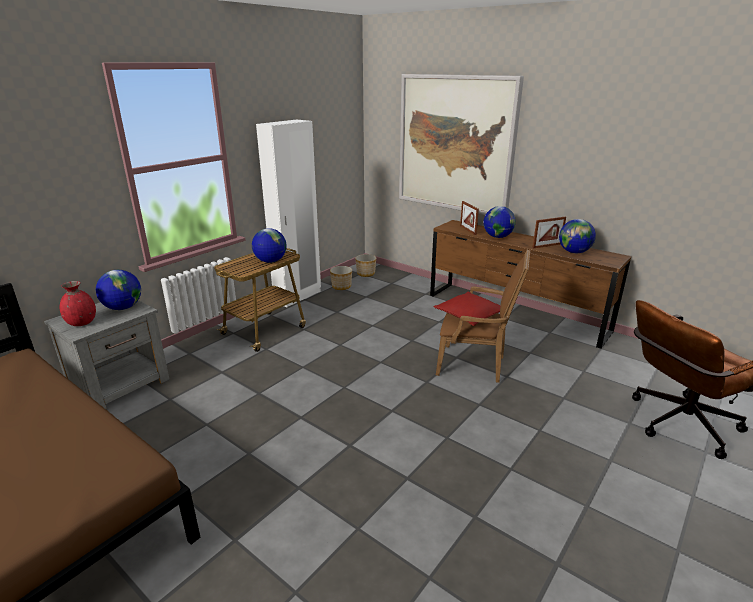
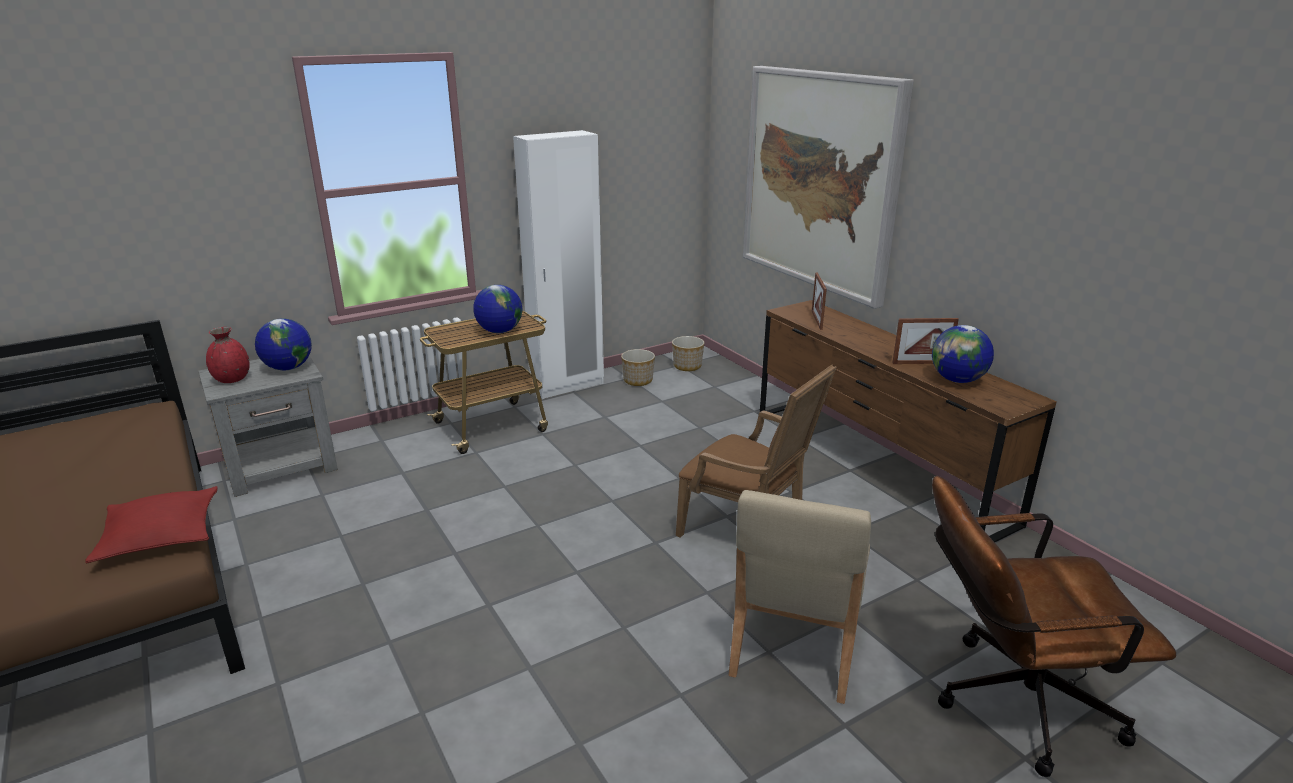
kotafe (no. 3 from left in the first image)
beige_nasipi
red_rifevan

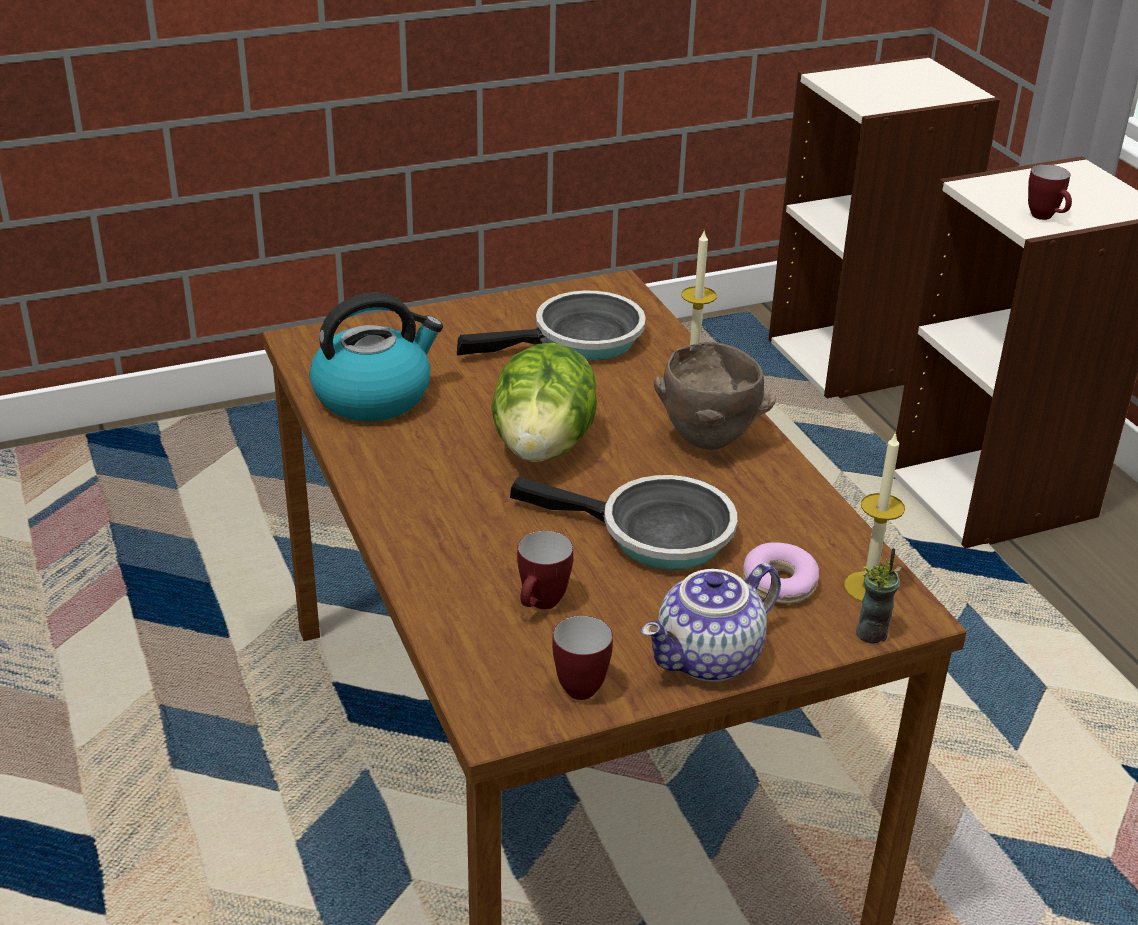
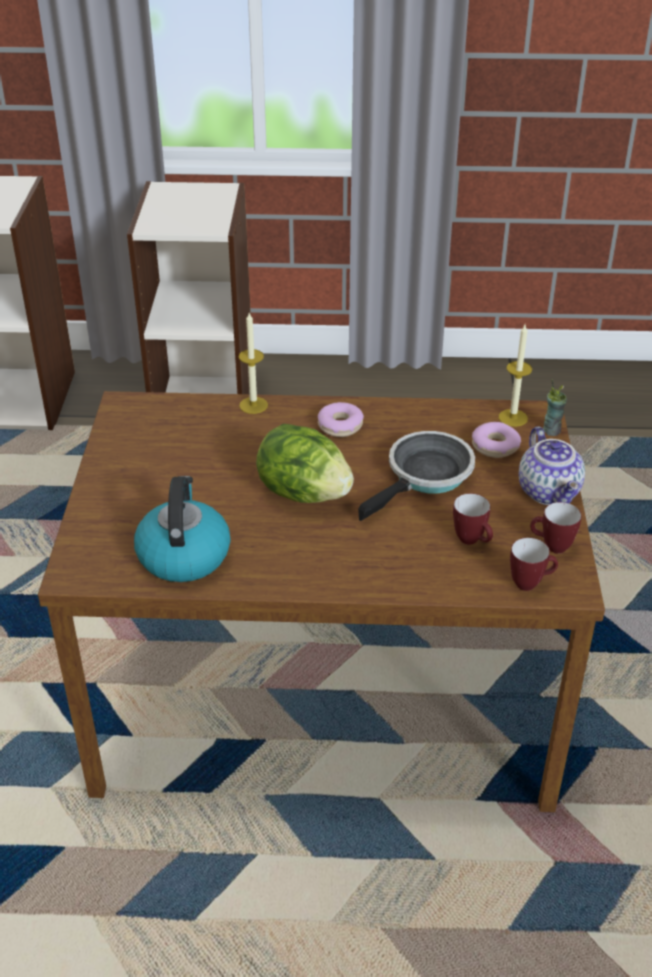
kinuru (no. 1 from left in the first image)
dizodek (no. 2 from left)
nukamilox (no. 1 from left)

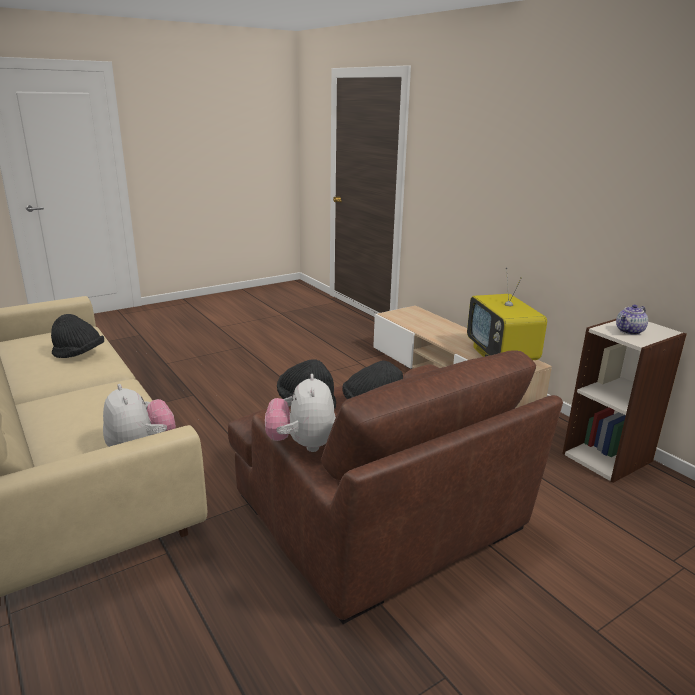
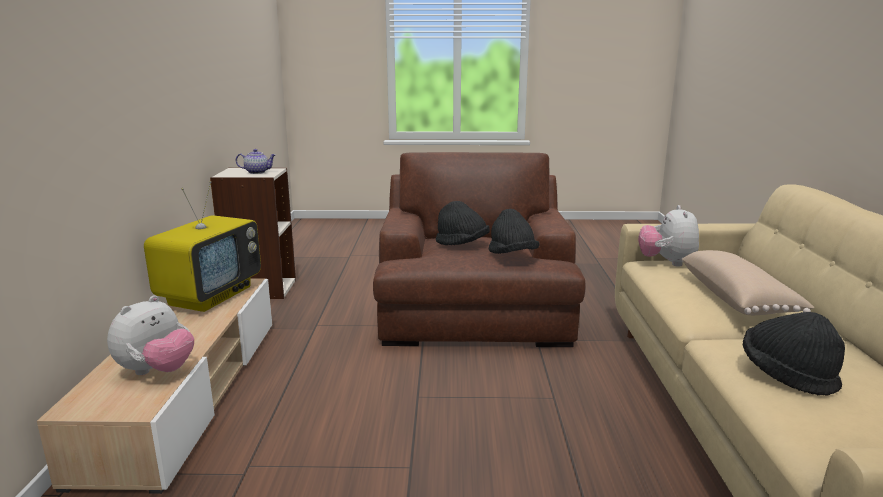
beige_rifevan
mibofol (no. 1 from left)

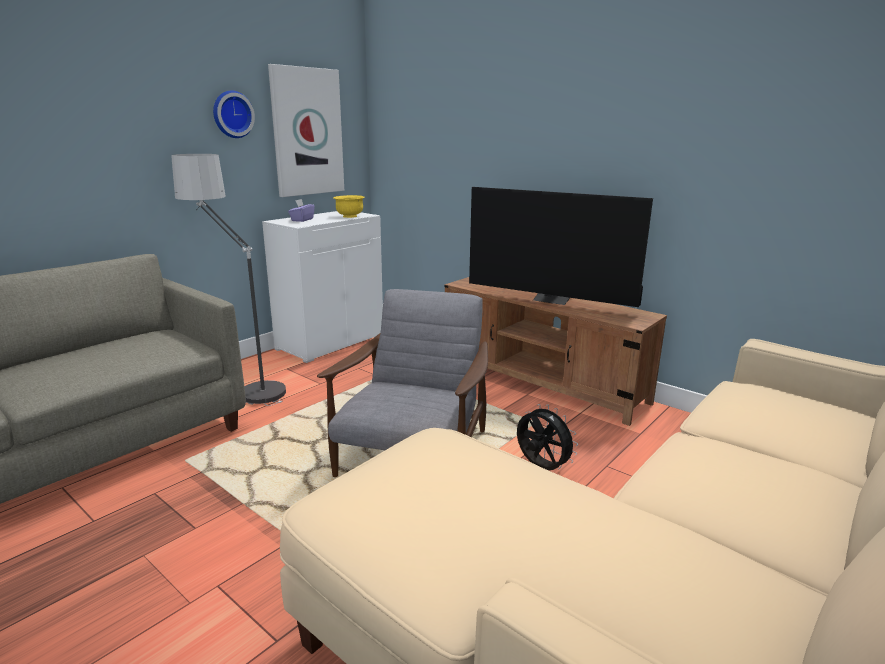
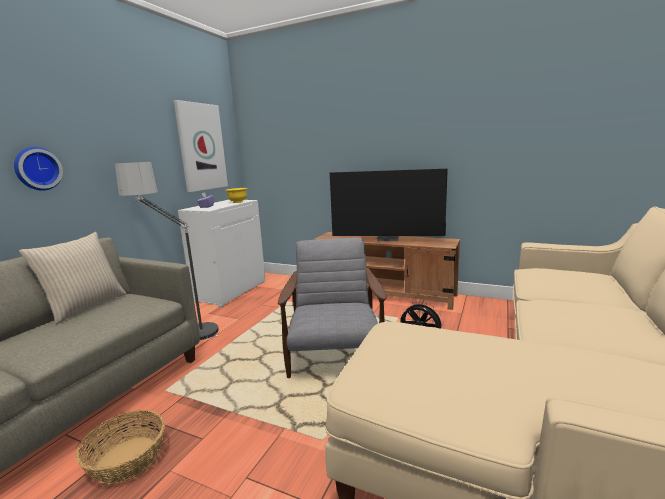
beige_rifevan
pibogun
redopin

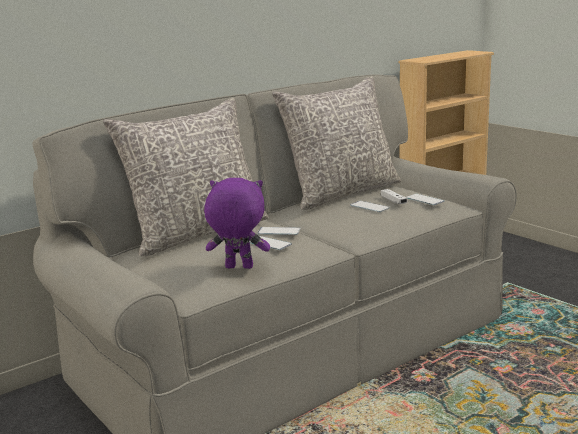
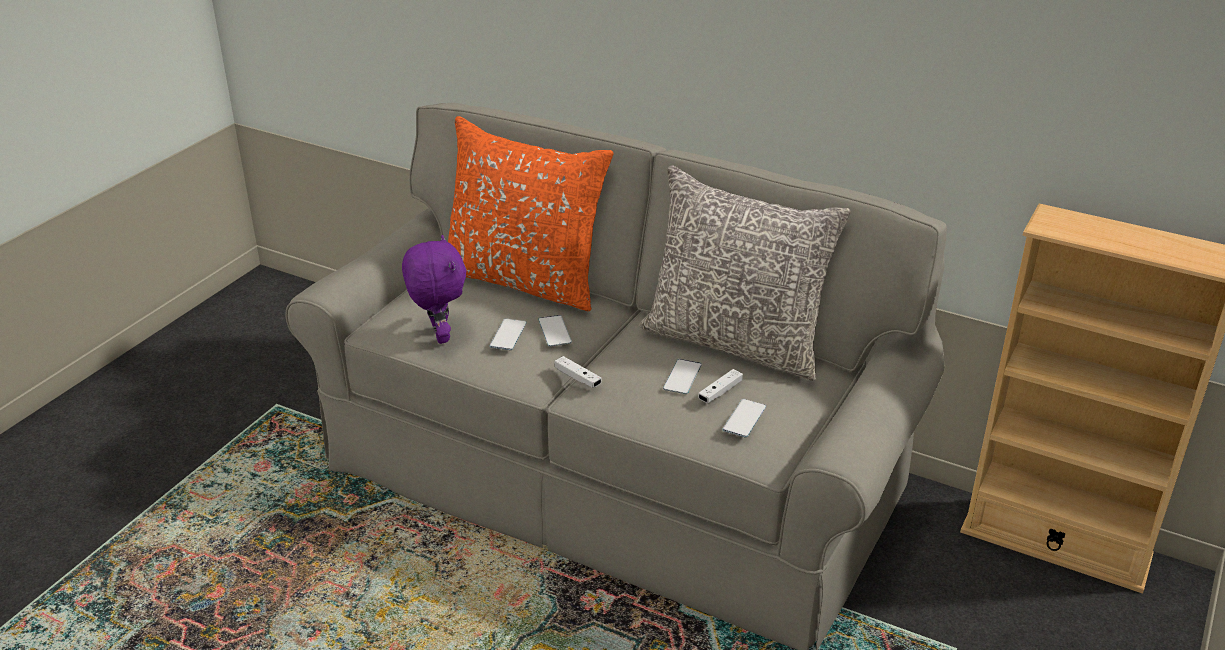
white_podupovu (no. 1 from left)
orange_rifevan

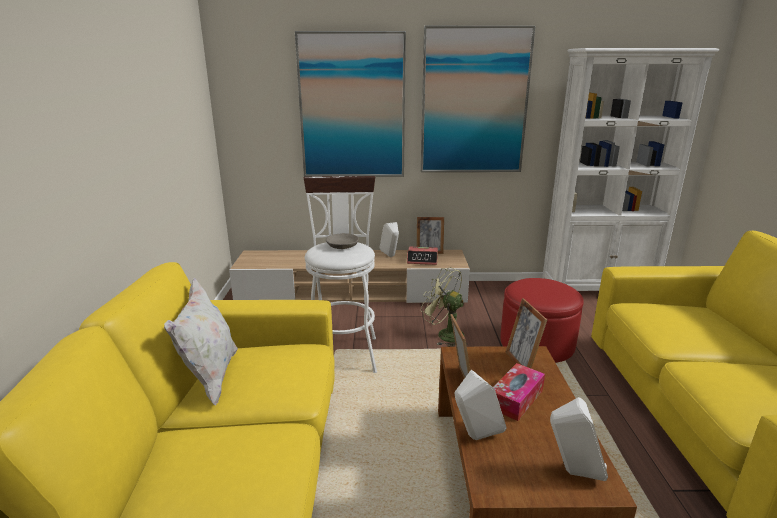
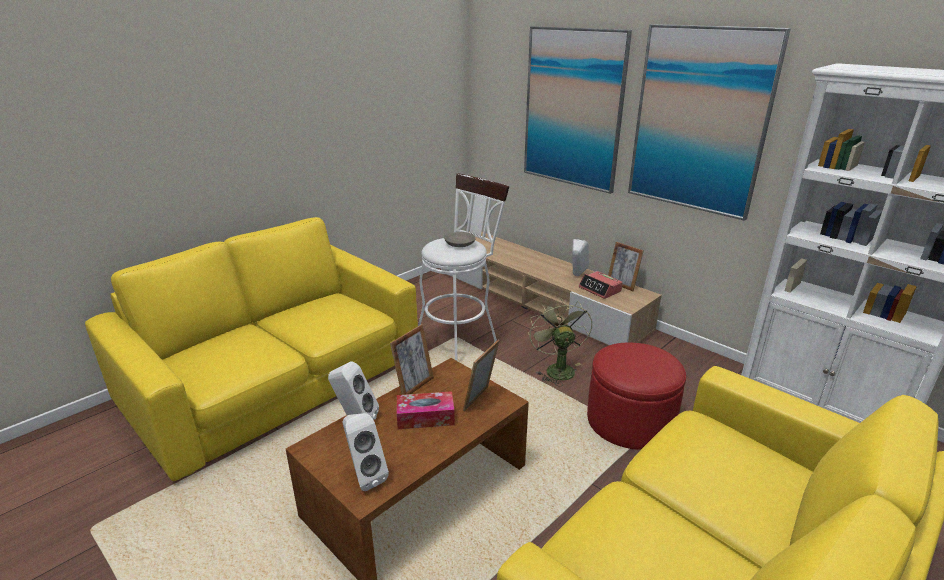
white_rifevan

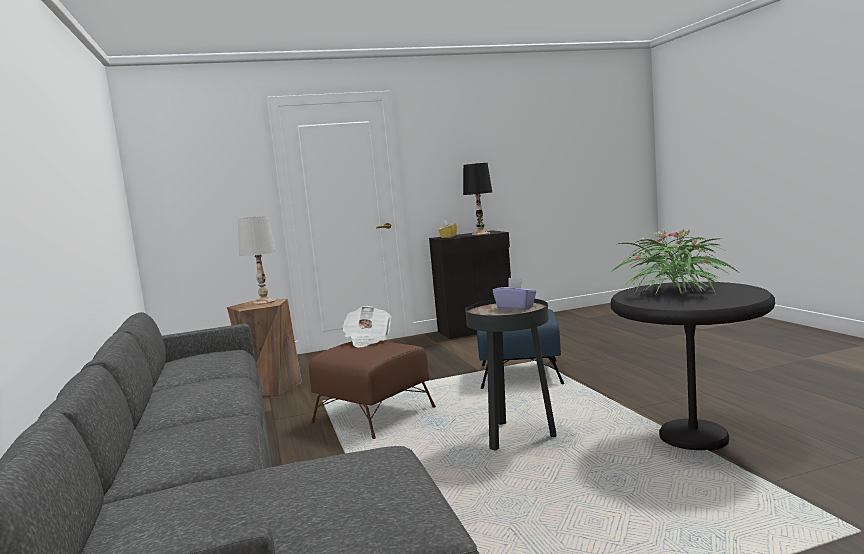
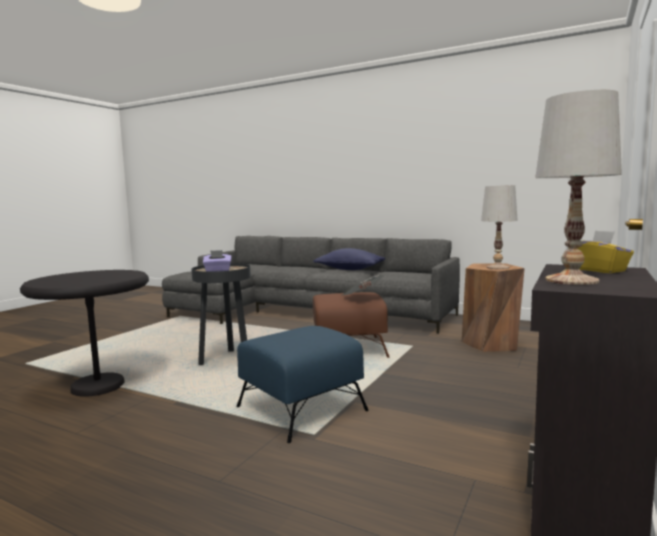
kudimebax
blue_rifevan
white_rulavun (no. 2 from left)

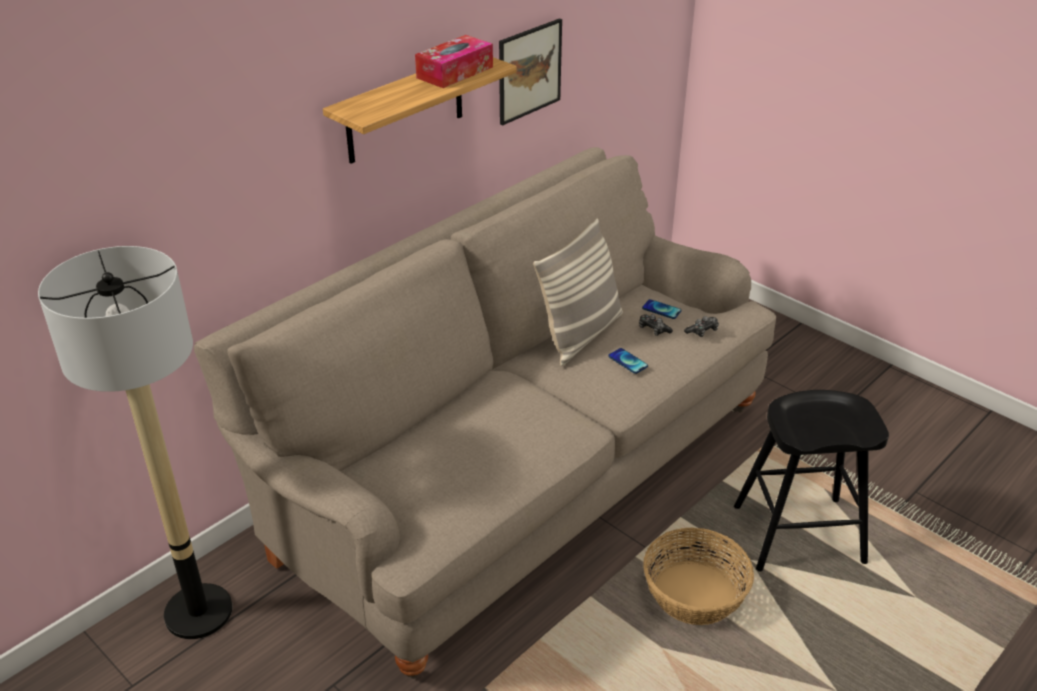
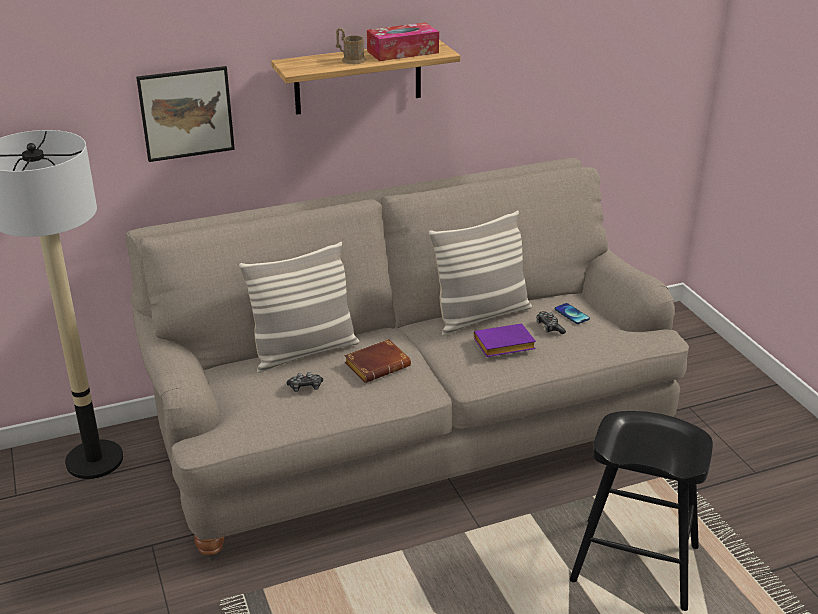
pibogun
rifevan (no. 1 from left)
brown_dizodek
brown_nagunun
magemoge
podupovu (no. 1 from left)
purple_nagunun

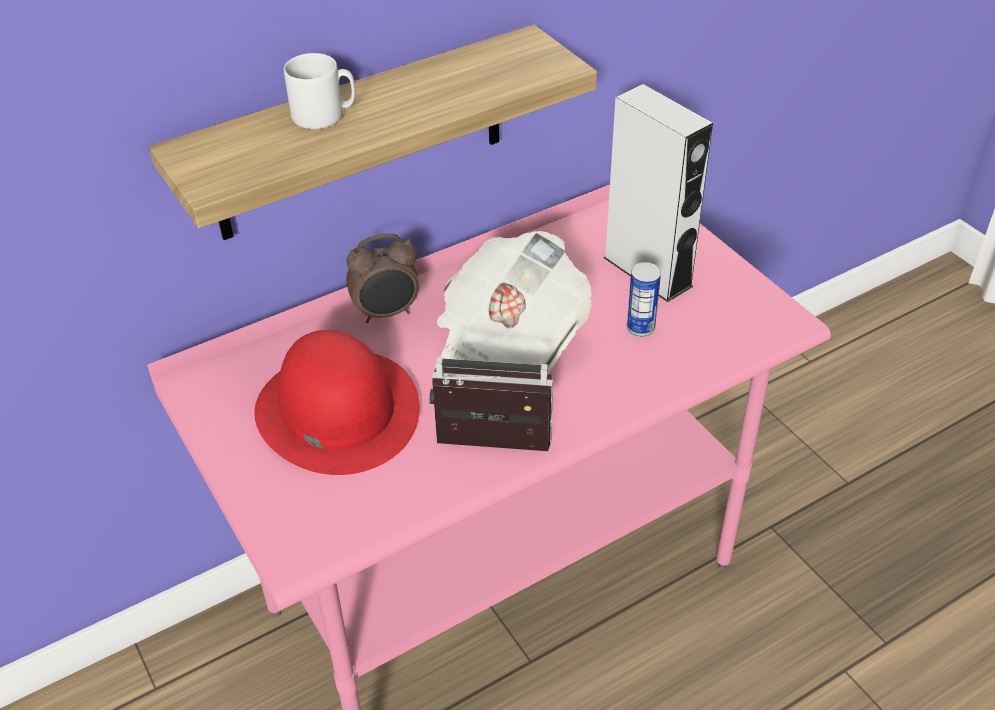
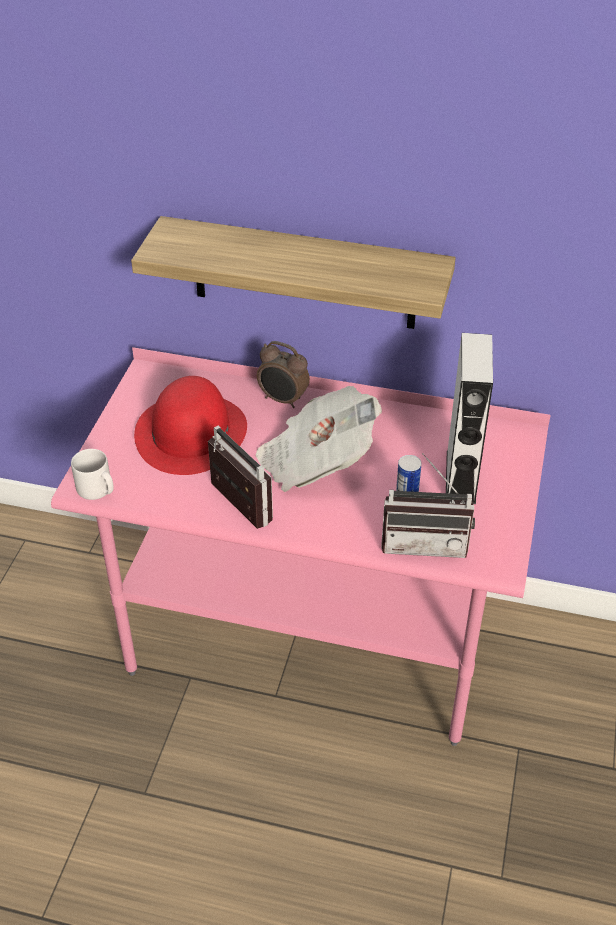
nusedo (no. 2 from left)
grey_dizodek

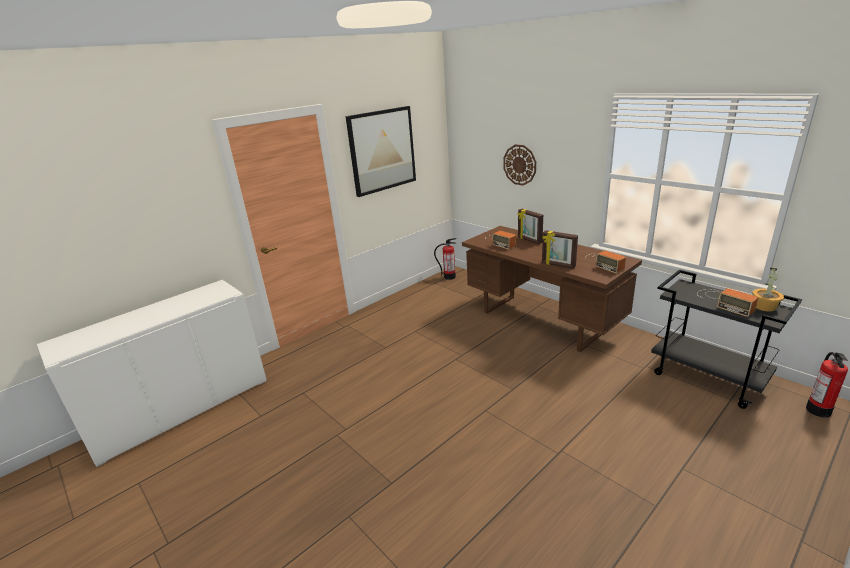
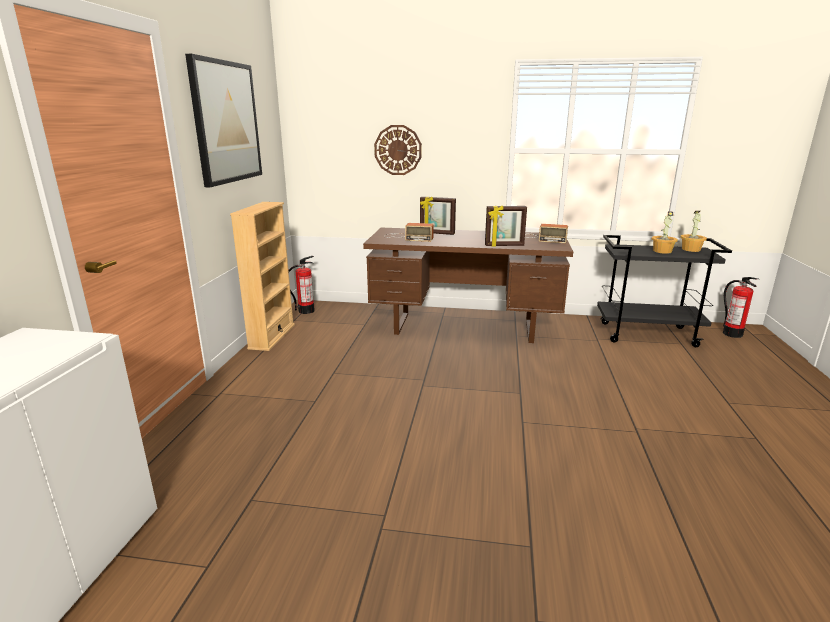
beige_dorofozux
kudimebax (no. 1 from left)

